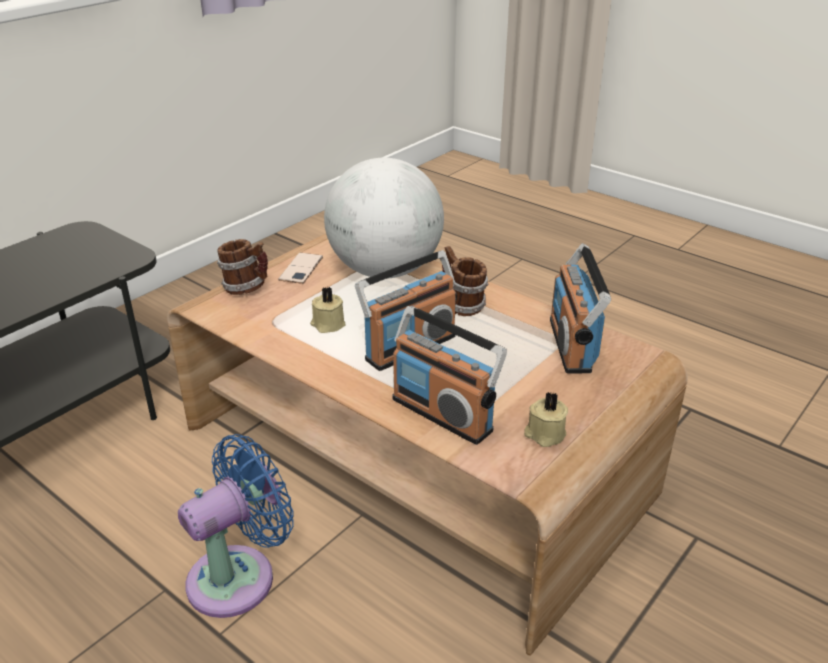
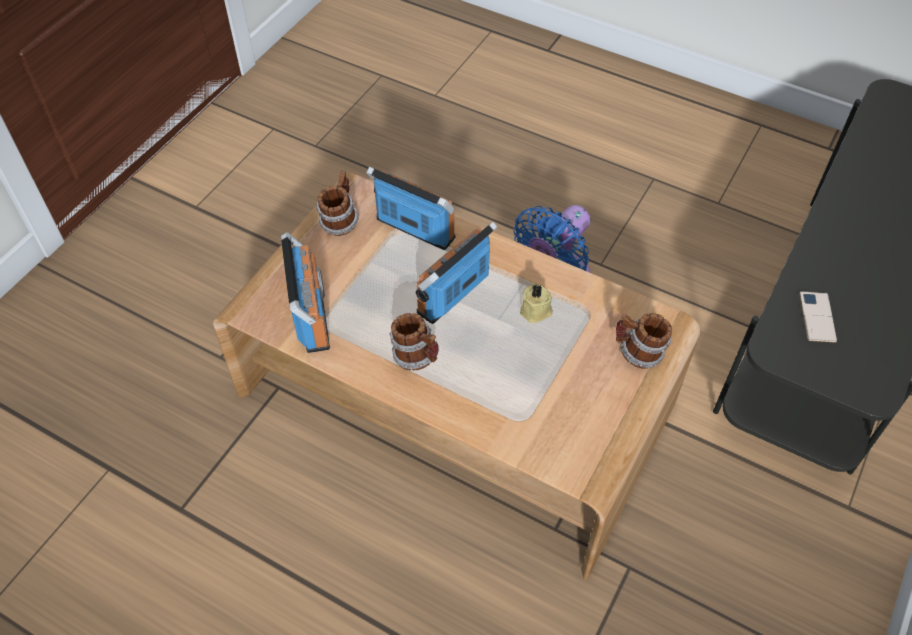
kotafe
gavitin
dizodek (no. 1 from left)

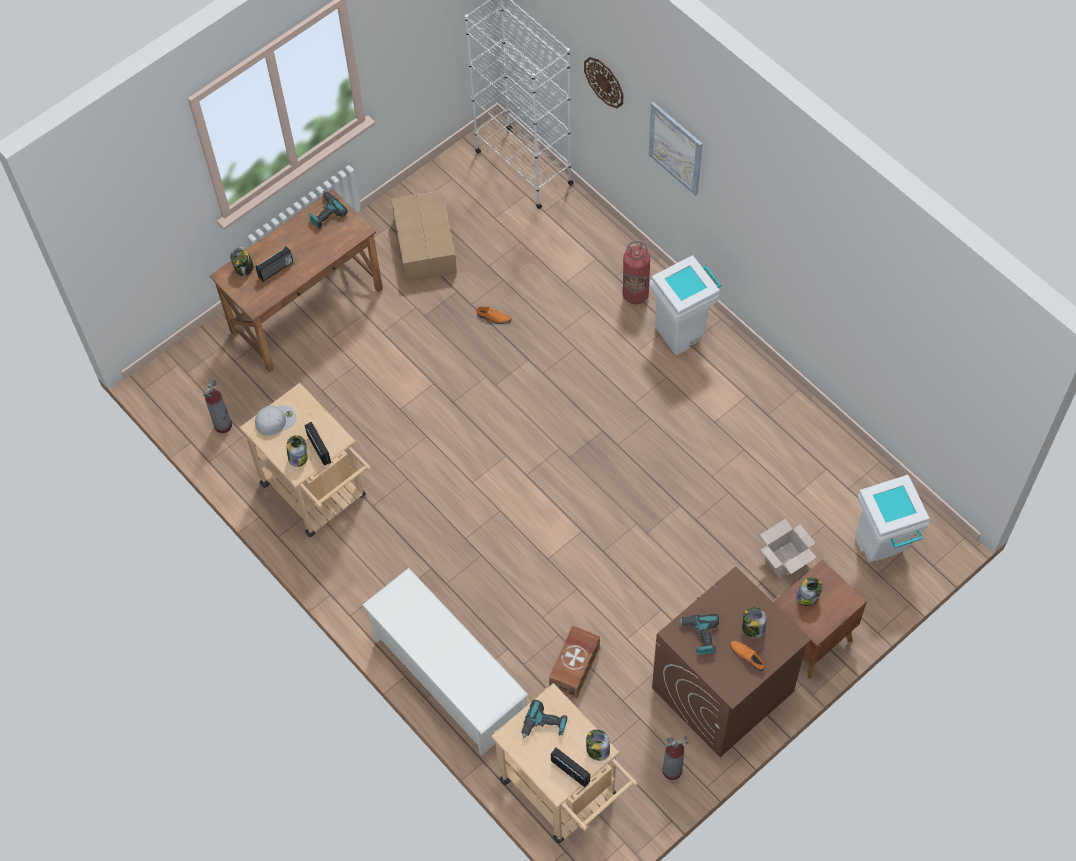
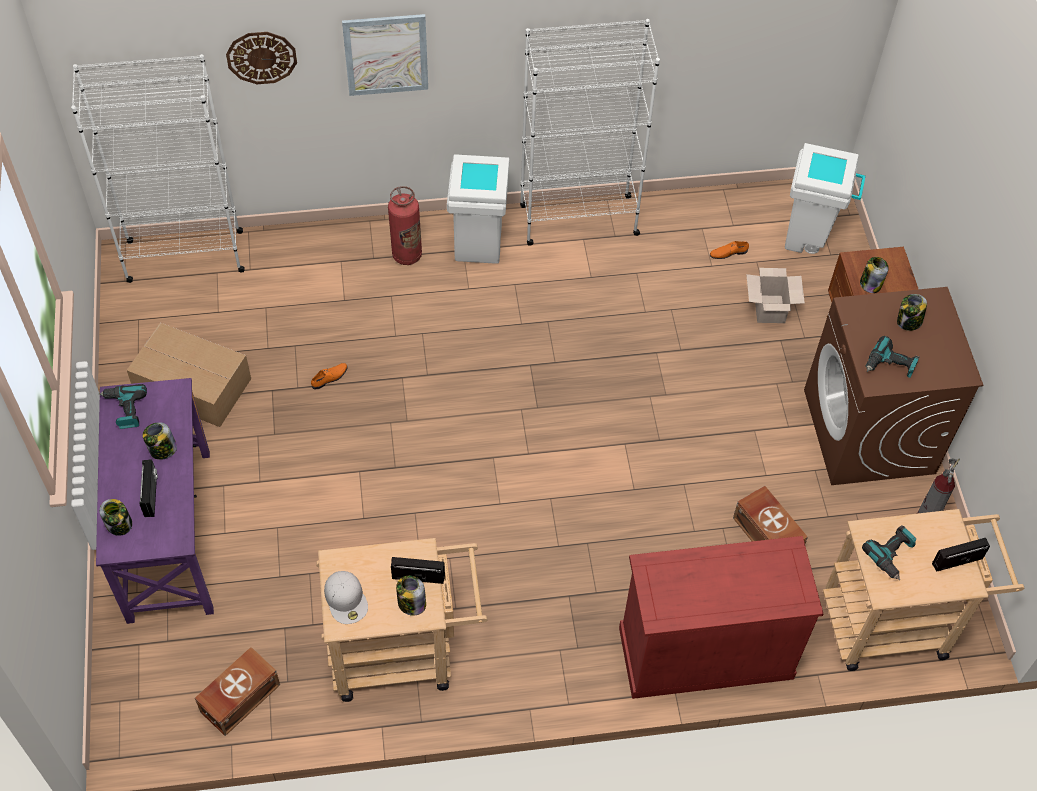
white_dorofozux (no. 2 from left)
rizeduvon (no. 2 from left)
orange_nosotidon (no. 2 from left)
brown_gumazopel (no. 1 from left)
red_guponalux
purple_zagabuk
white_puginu

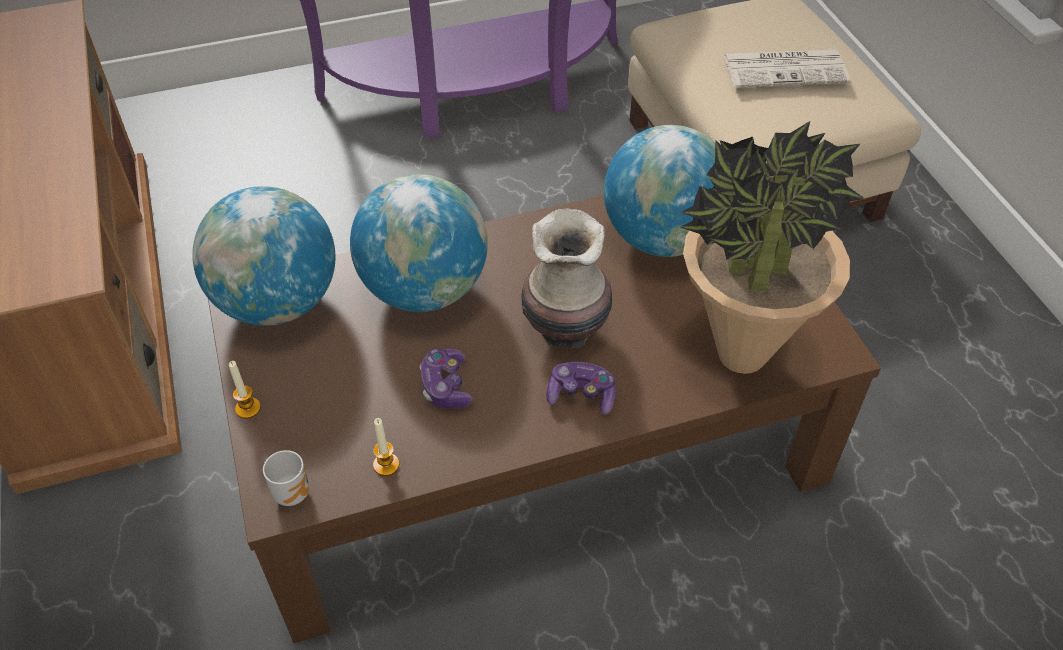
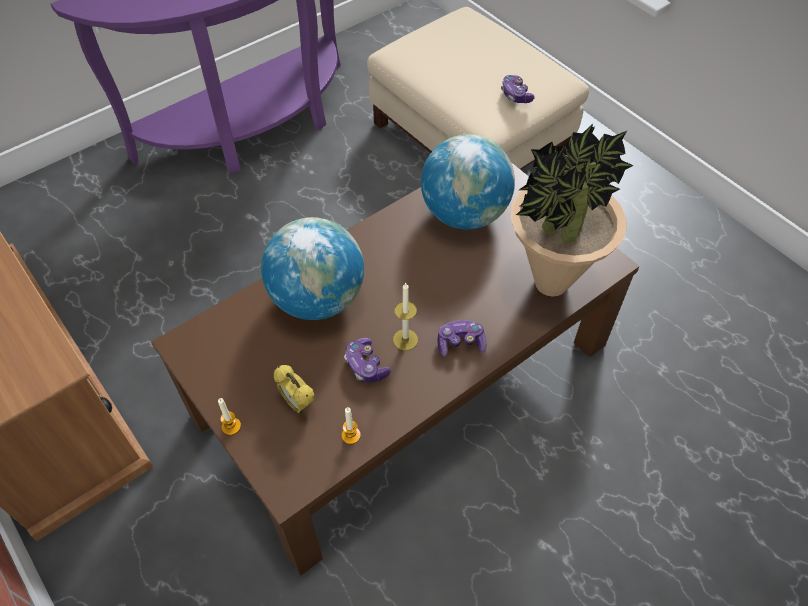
kotafe (no. 1 from left in the first image)
dizodek
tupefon
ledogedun
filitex
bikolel (no. 3 from left)
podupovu (no. 3 from left)

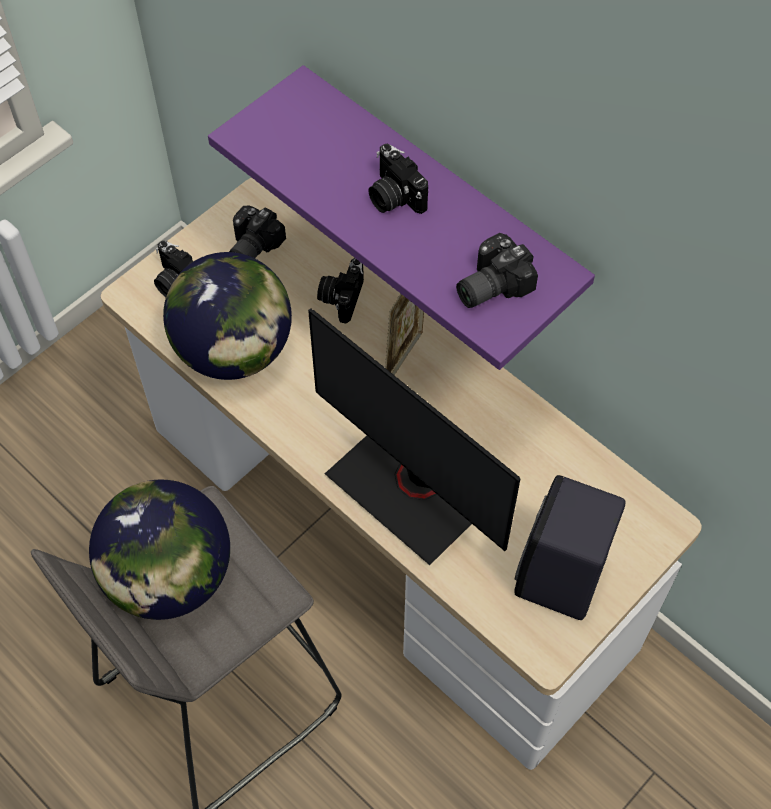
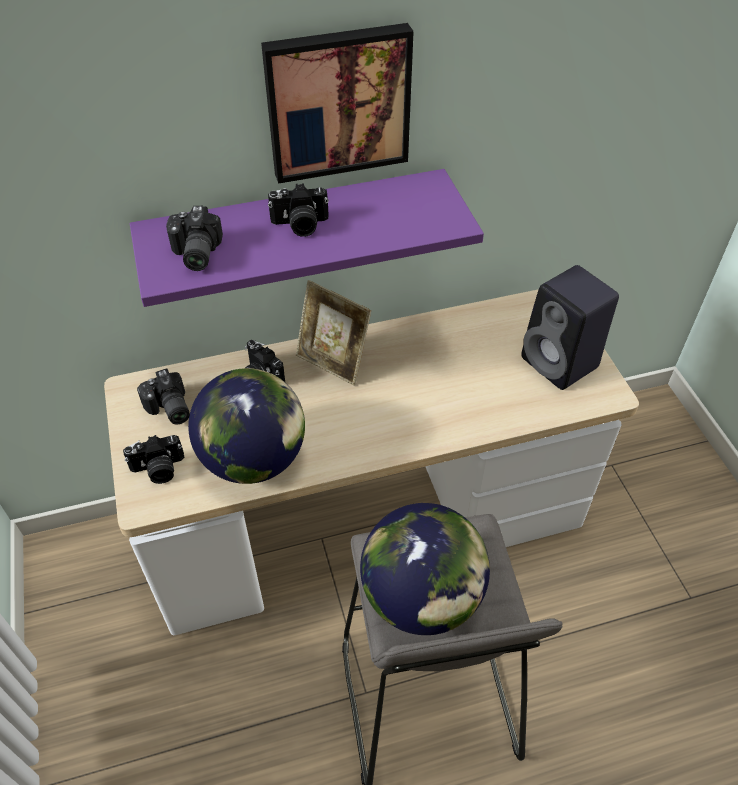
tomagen
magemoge
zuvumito (no. 3 from left)

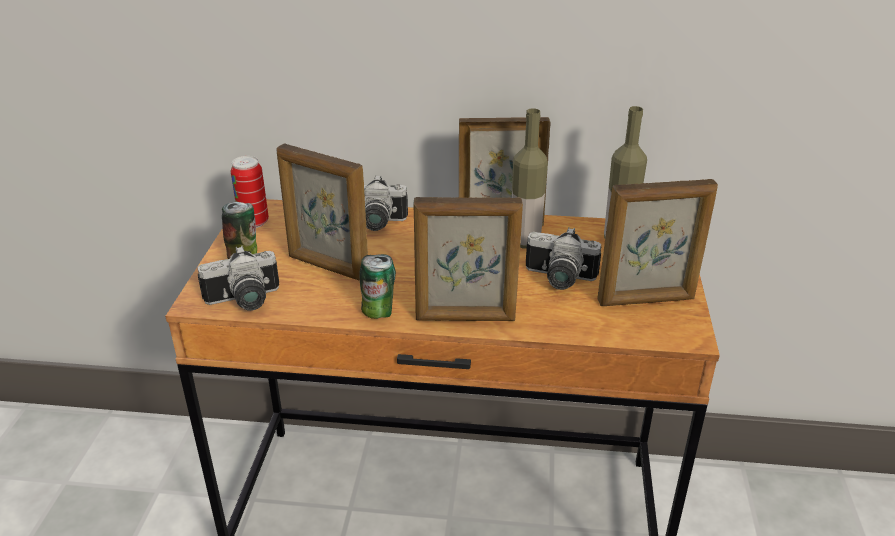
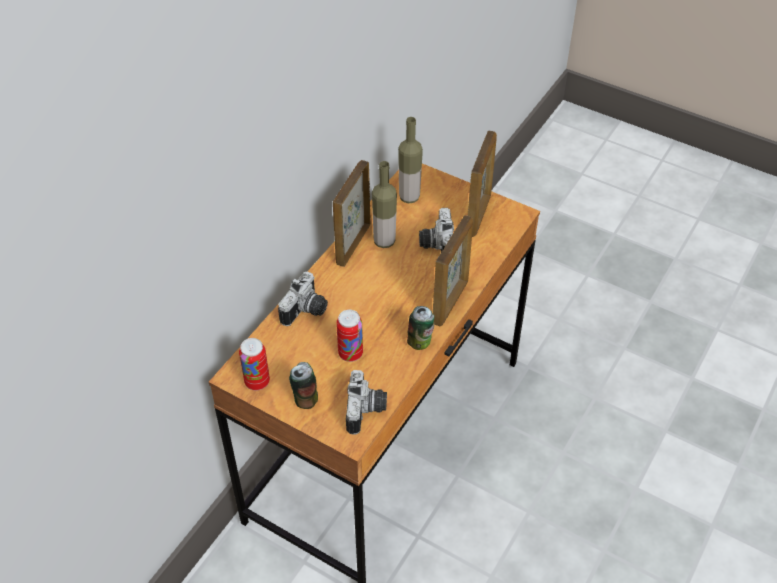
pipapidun (no. 3 from left)
zuvumito (no. 3 from left)

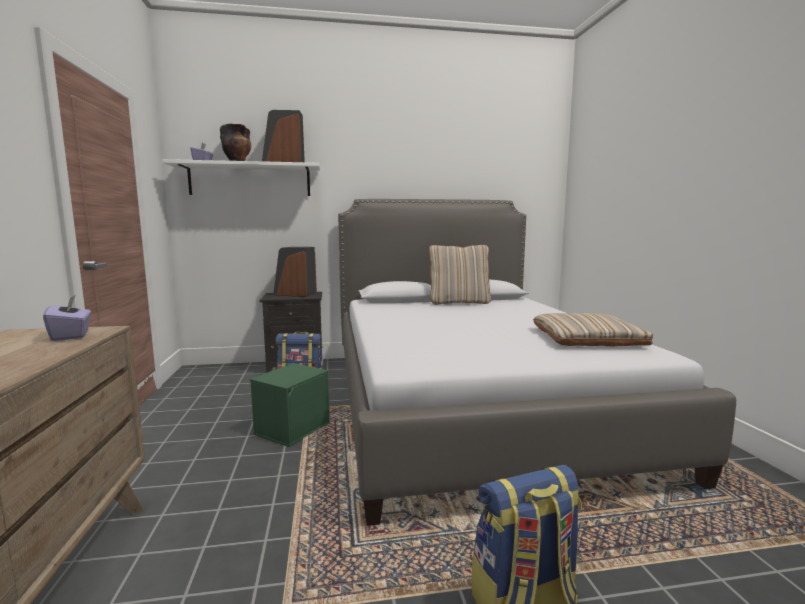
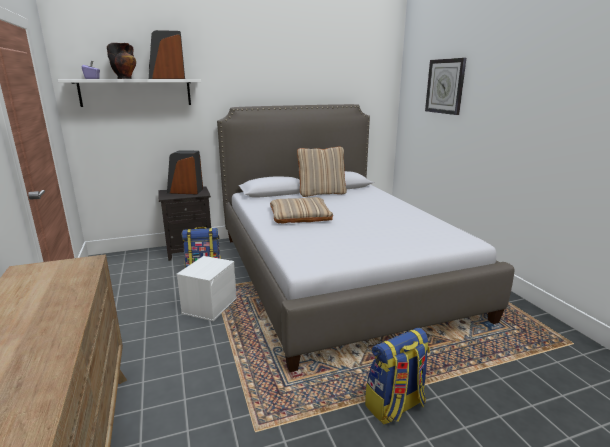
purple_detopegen (no. 1 from left in the first image)
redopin
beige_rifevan (no. 1 from left)
white_gumazopel

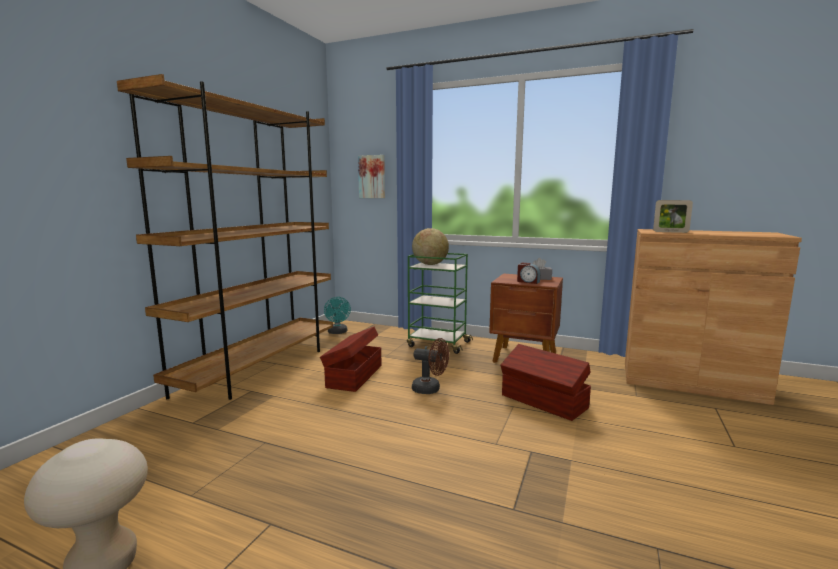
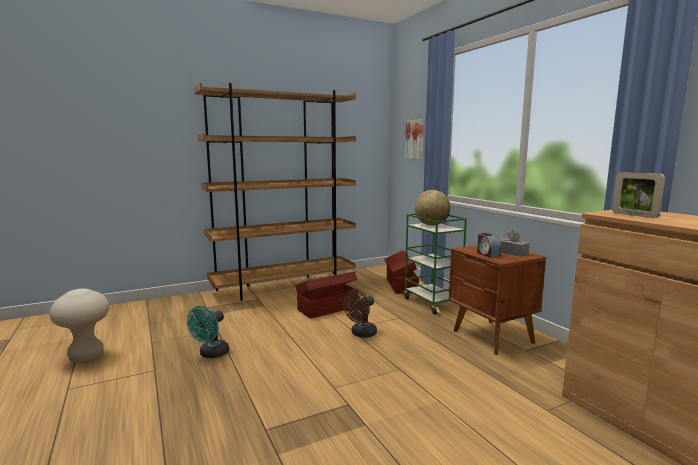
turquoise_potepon
brown_gumazopel (no. 2 from left)
brown_potepon

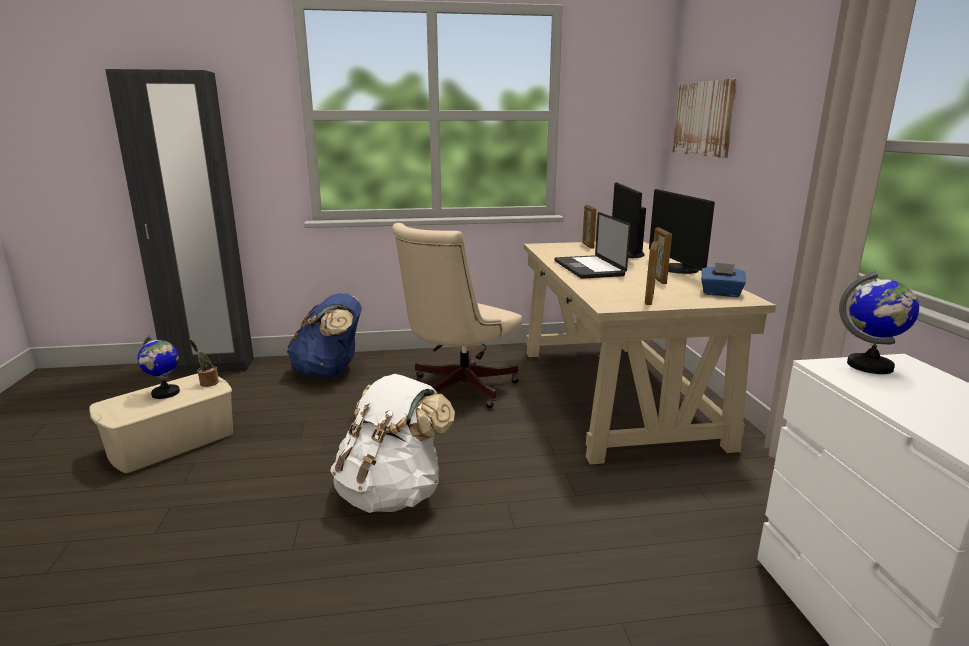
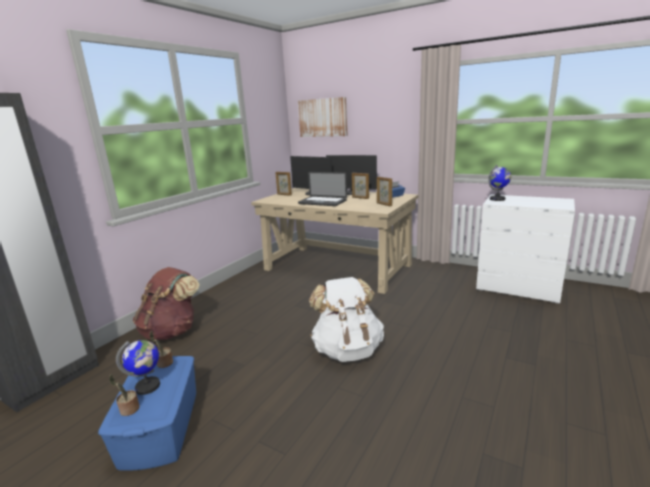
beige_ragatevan
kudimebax (no. 1 from left)
blue_gumazopel
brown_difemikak

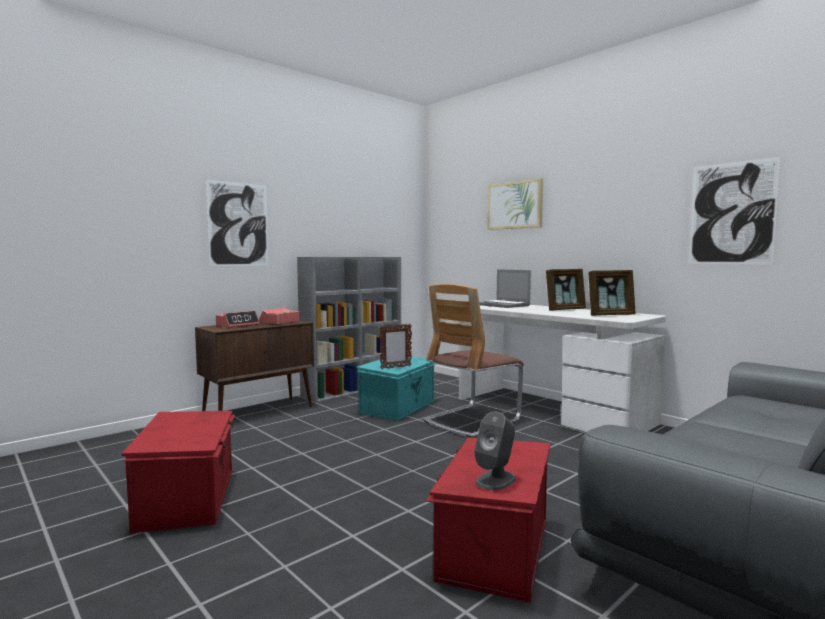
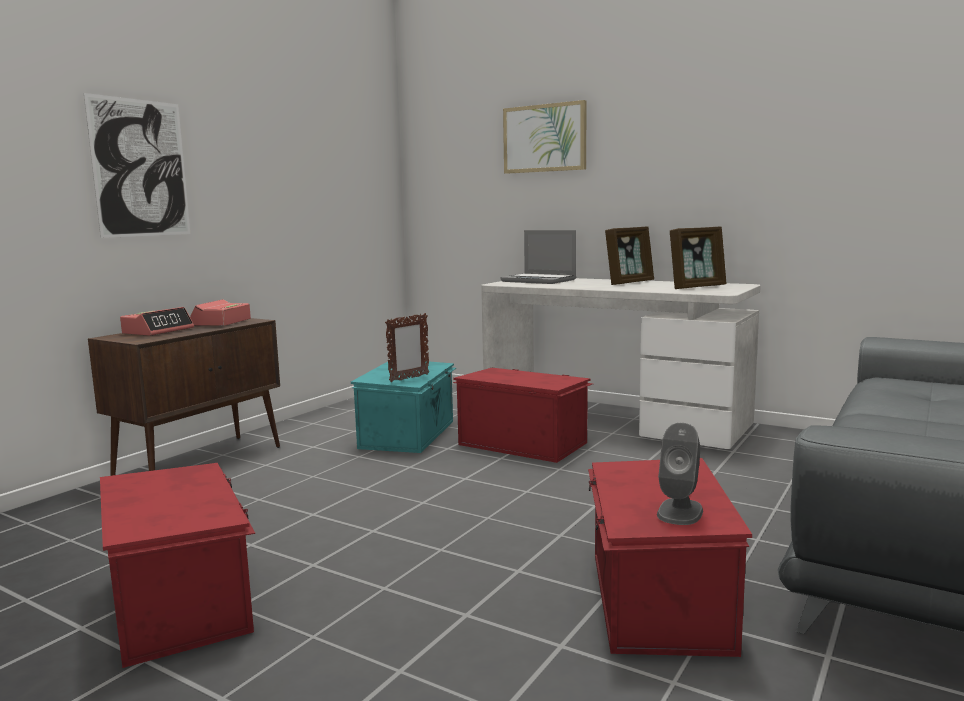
grey_dorofozux
magemoge (no. 3 from left in the first image)
red_gumazopel (no. 2 from left)

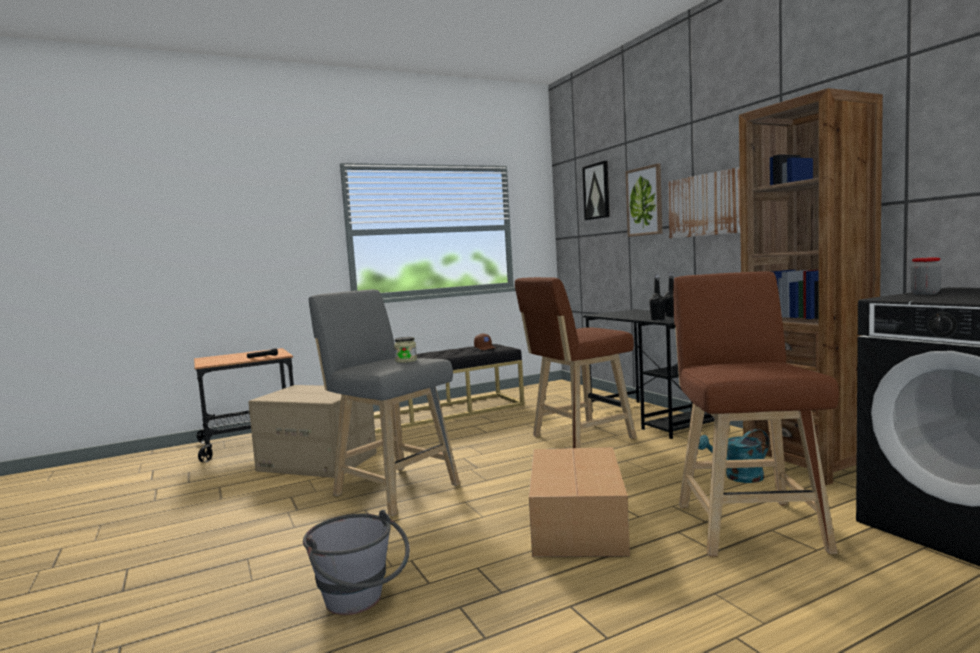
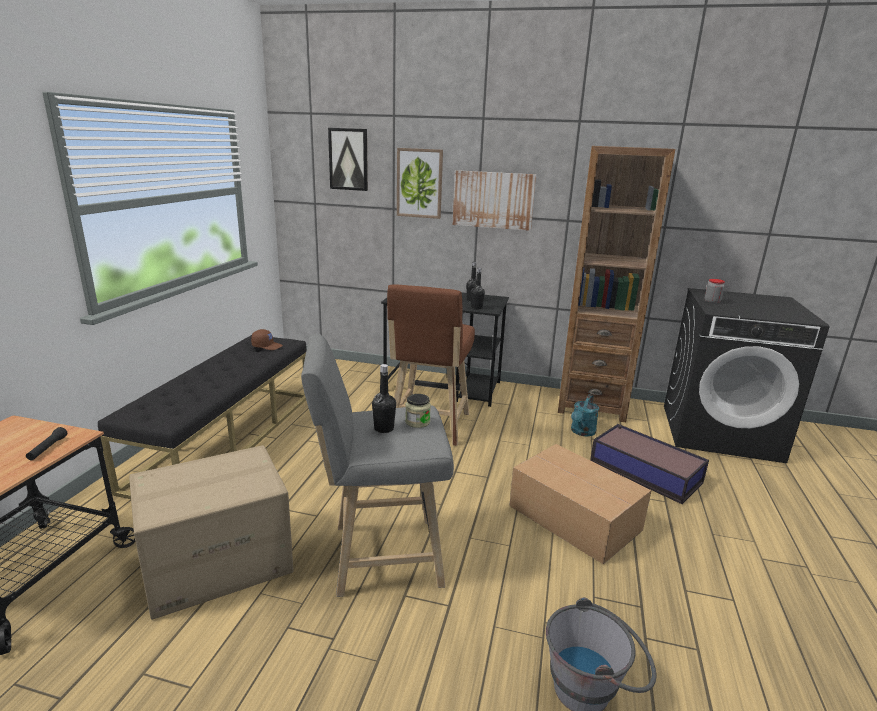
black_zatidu (no. 1 from left)
gumazopel

